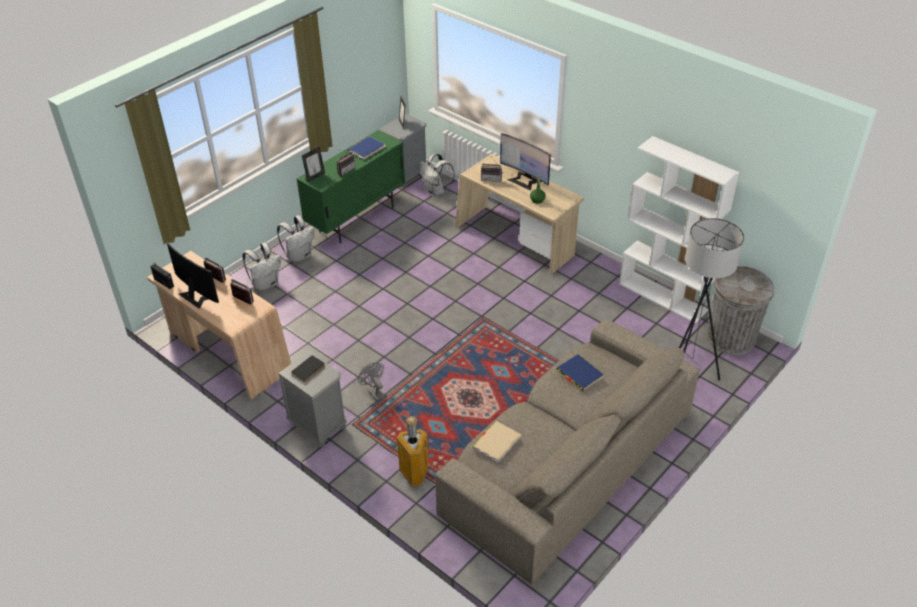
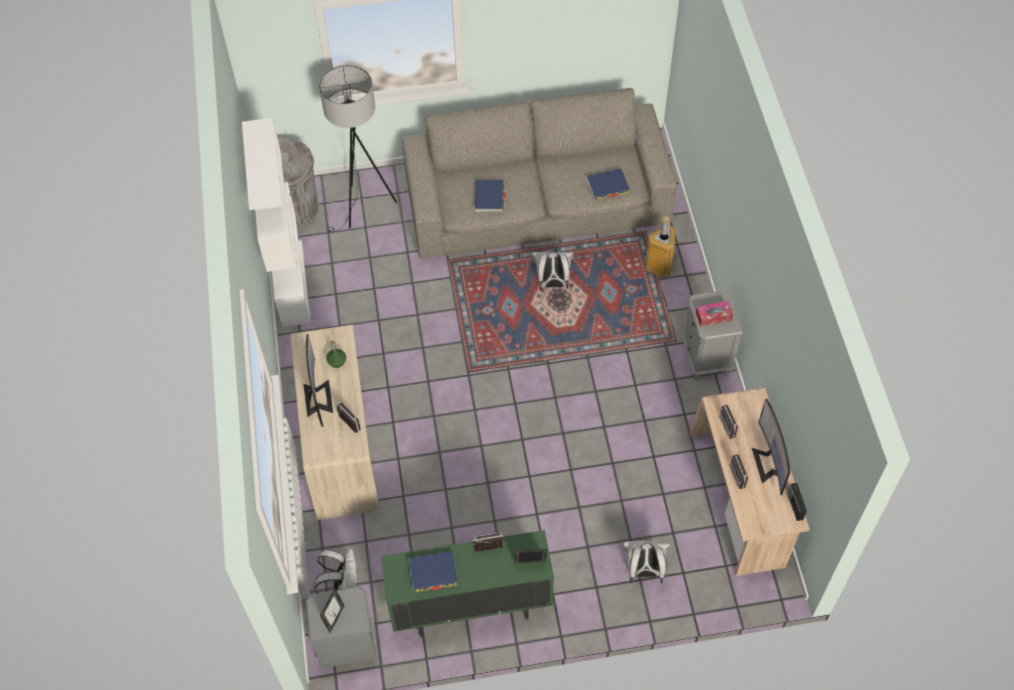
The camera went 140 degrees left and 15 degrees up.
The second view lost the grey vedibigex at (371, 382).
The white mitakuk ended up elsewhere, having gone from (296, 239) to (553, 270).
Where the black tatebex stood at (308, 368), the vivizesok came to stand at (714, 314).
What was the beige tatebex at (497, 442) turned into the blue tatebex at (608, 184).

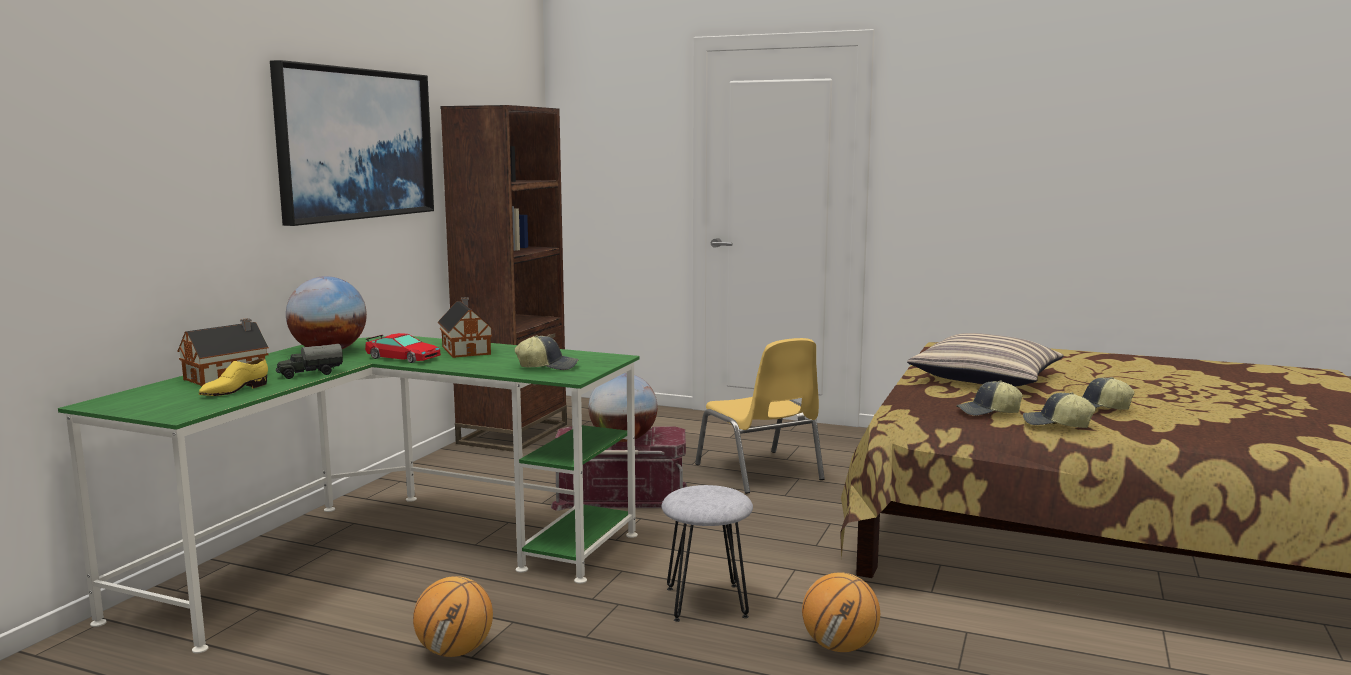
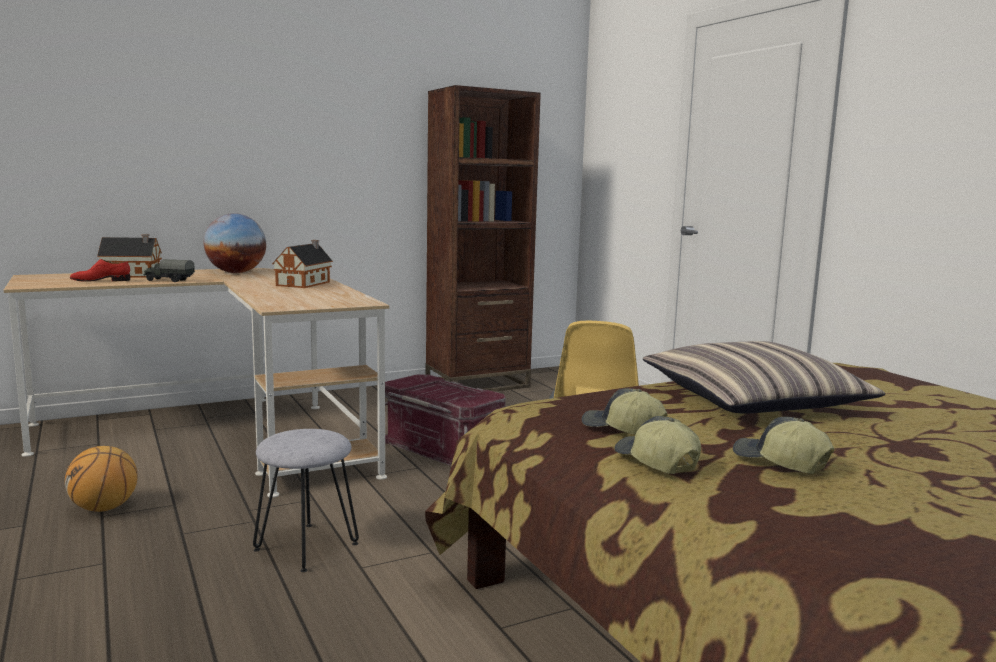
The camera went 40 degrees right and 0 degrees up.
The second view lost the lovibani at (352, 143).
The second view lost the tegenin at (403, 348).
The second view lost the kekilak at (547, 352).
The second view lost the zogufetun at (623, 407).
The second view lost the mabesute at (841, 612).
What was the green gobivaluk at (349, 494) turned into the beige gobivaluk at (196, 383).
What was the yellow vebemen at (233, 377) turned into the red vebemen at (100, 270).

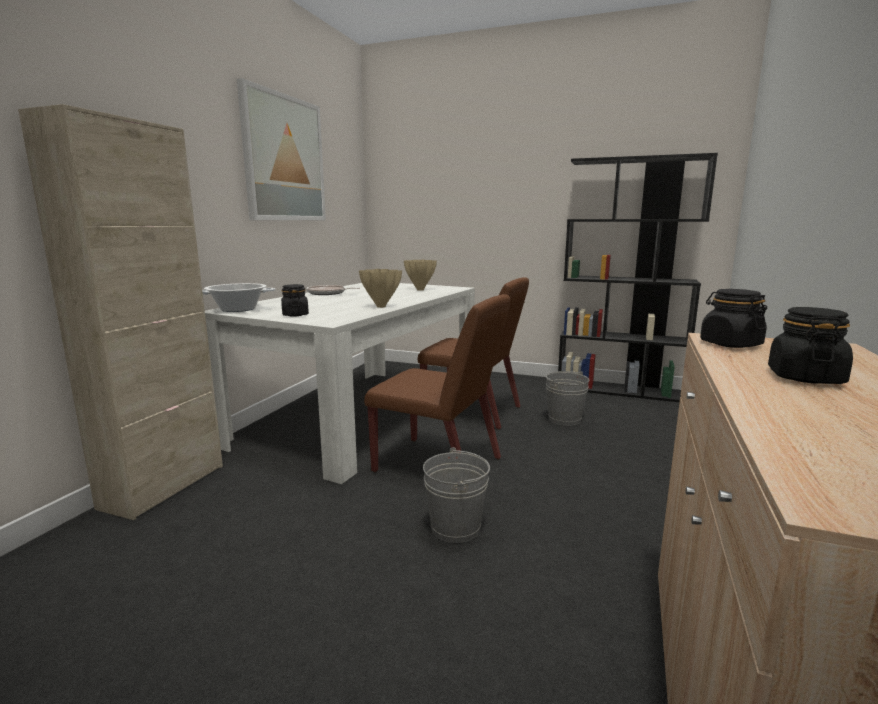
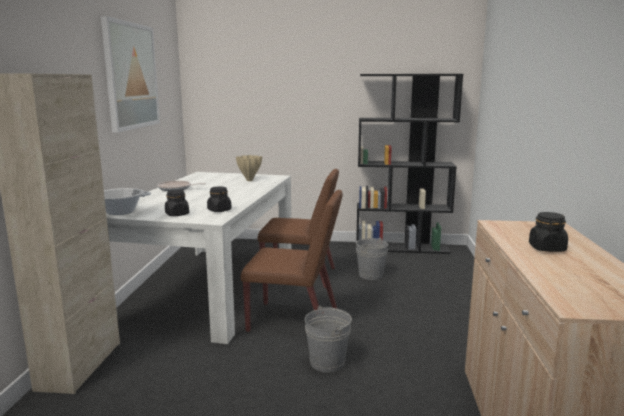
The camera went 15 degrees left and 0 degrees up.
The second view lost the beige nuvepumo at (380, 288).
The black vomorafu ended up elsewhere, having gone from (733, 318) to (219, 199).

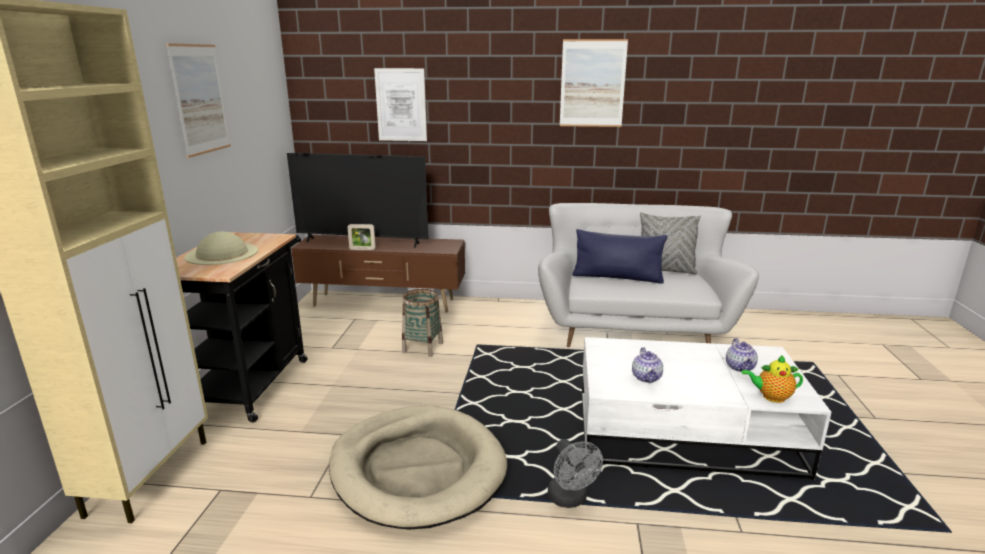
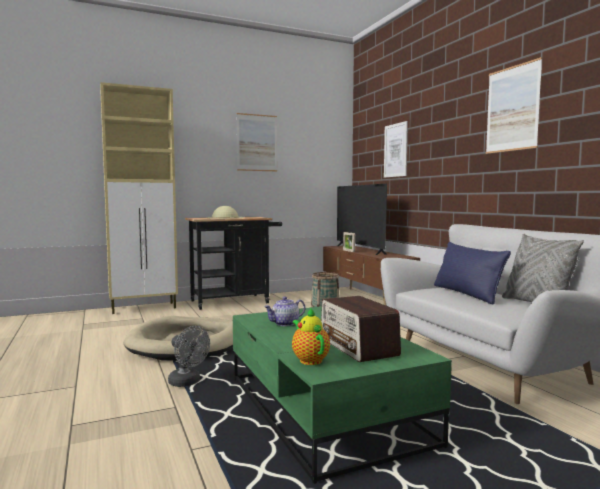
The camera went 60 degrees right and 15 degrees down.
Where the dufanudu stood at (742, 355), the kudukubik came to stand at (361, 329).
What was the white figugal at (707, 408) turned into the green figugal at (342, 395).
The grey vedibigex at (575, 473) ended up facing another way, 90 degrees counterclockwise from before.

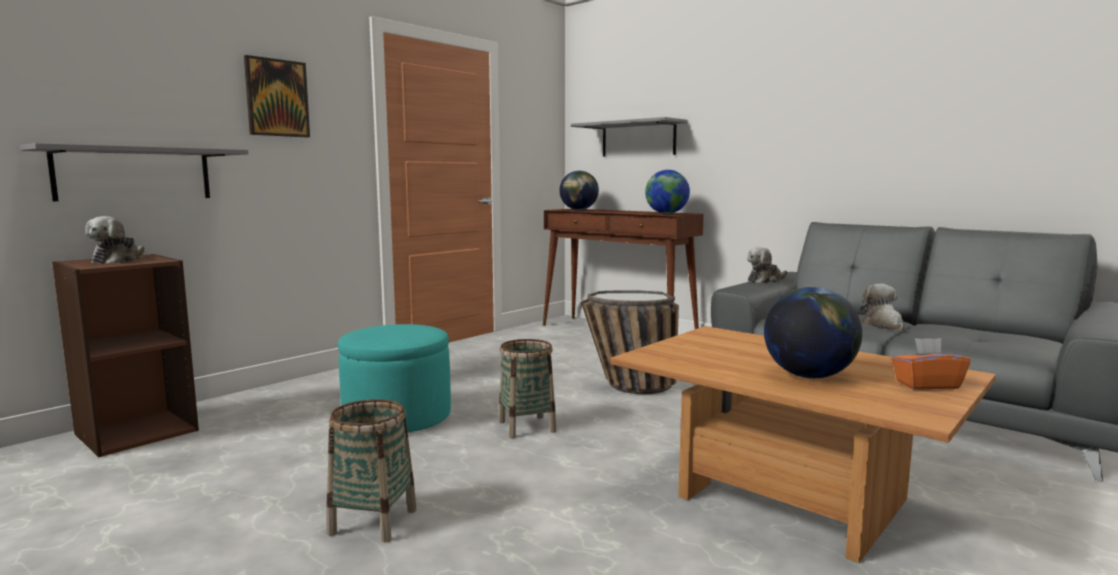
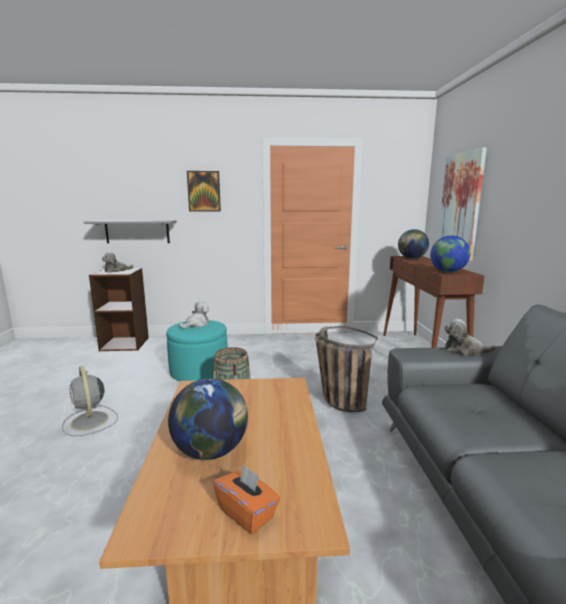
The camera went 45 degrees right and 5 degrees up.
The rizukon ended up elsewhere, having gone from (882, 308) to (194, 314).
Where the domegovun stood at (371, 471), the grey vedibigex came to stand at (90, 401).
Where the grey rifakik hung at (629, 137), the lovibani came to hang at (462, 204).

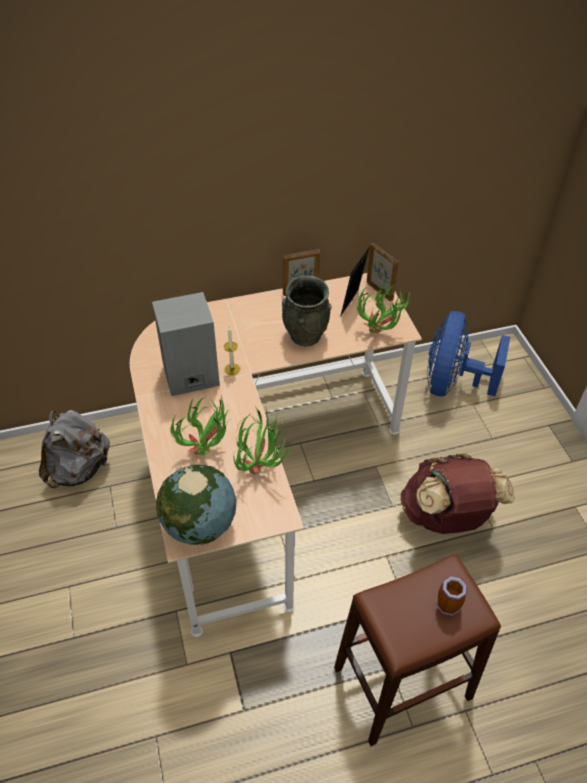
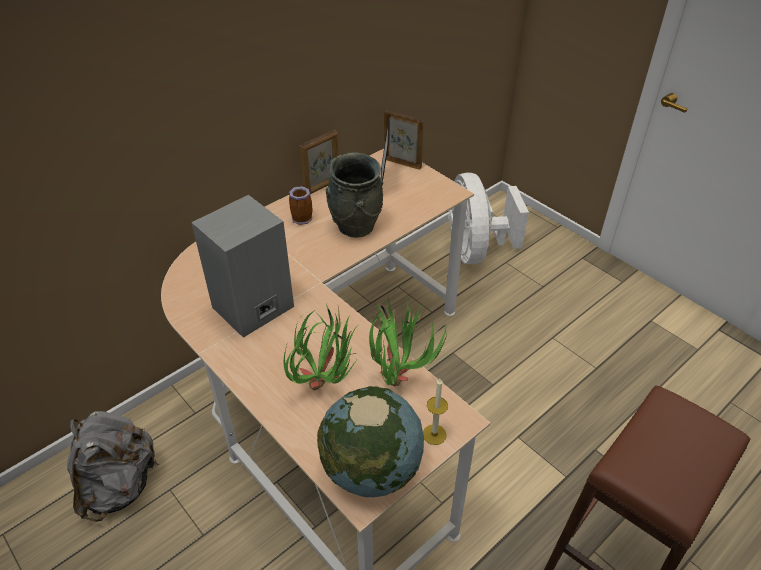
The camera went 25 degrees left and 5 degrees down.
The second view lost the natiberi at (384, 306).
The second view lost the brown mitakuk at (458, 494).
The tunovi ended up elsewhere, having gone from (232, 351) to (435, 412).
The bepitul ended up elsewhere, having gone from (452, 596) to (301, 205).
What was the blue vedibigex at (468, 354) turned into the white vedibigex at (488, 218).

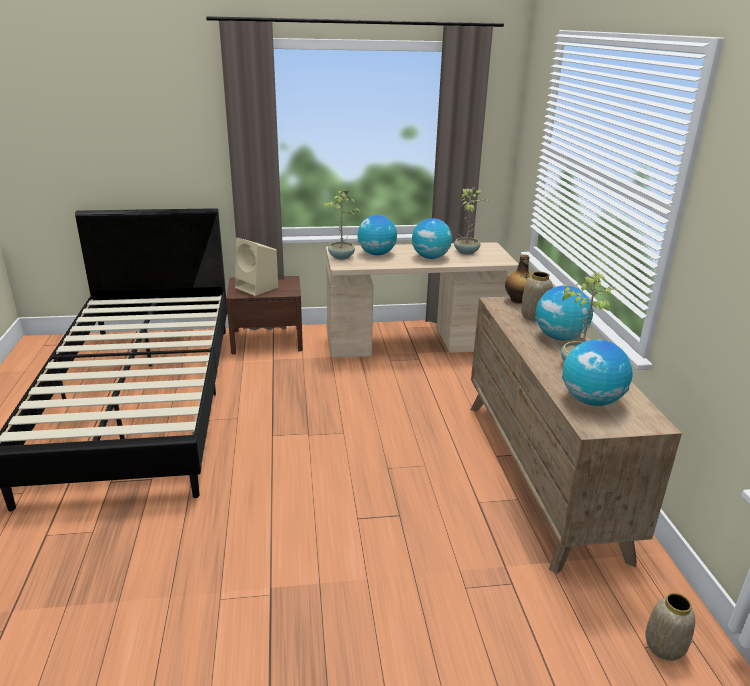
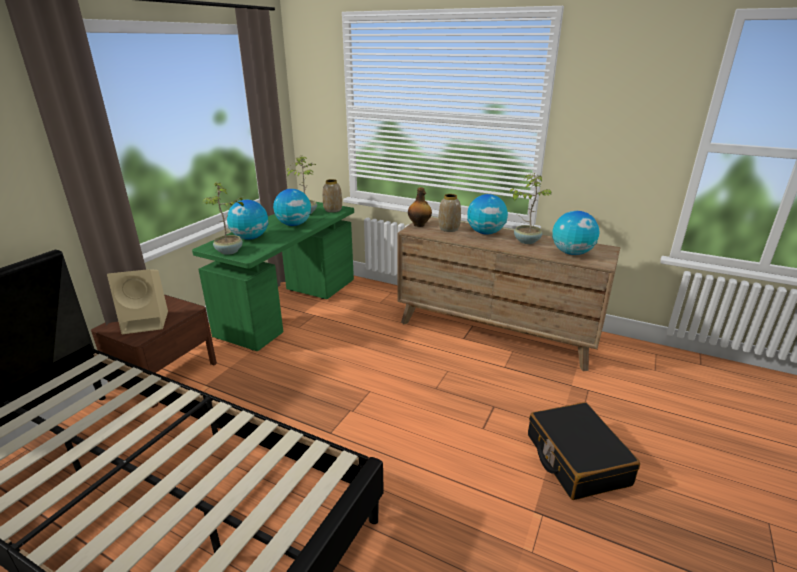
The camera went 55 degrees left and 0 degrees up.
The second view gained the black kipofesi at (584, 451).
The nuvepumo ended up elsewhere, having gone from (670, 627) to (332, 196).
What was the beige gobivaluk at (422, 300) turned into the green gobivaluk at (273, 276).

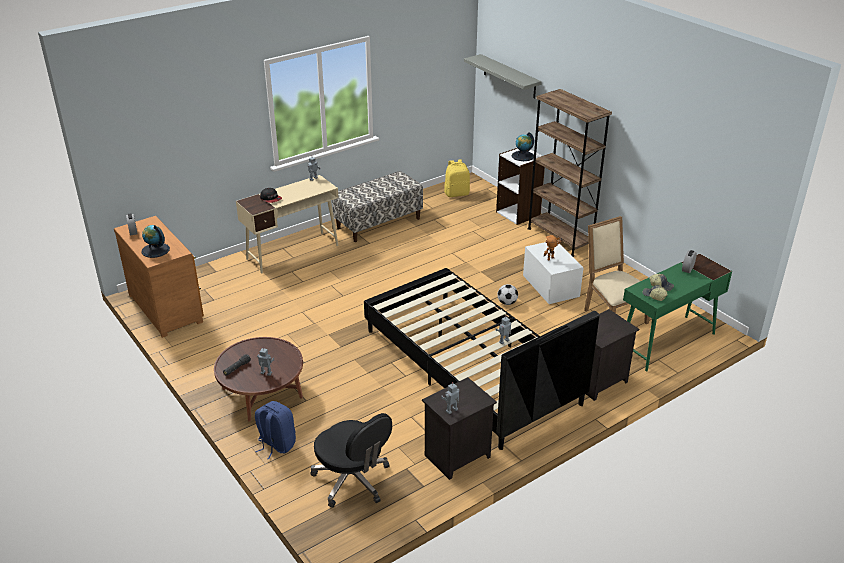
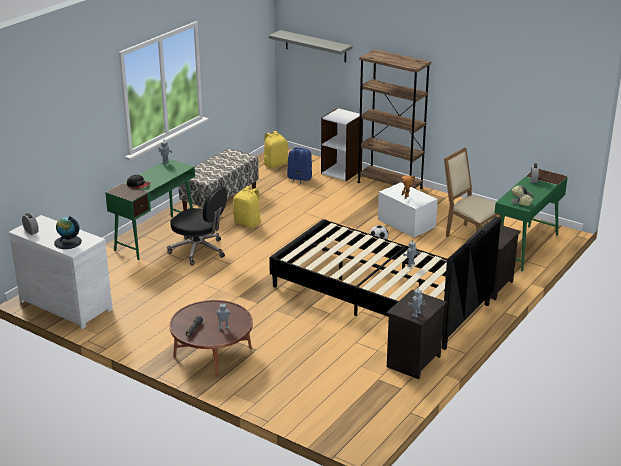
The camera went 20 degrees left and 5 degrees down.
The second view lost the zogufetun at (523, 146).
The second view gained the yellow mitakuk at (247, 207).
The blue mitakuk ended up elsewhere, having gone from (275, 430) to (299, 165).
The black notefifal ended up elsewhere, having gone from (351, 460) to (197, 225).
What was the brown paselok at (159, 277) turned into the white paselok at (60, 272).
What was the beige gobivaluk at (287, 224) turned into the green gobivaluk at (150, 209).

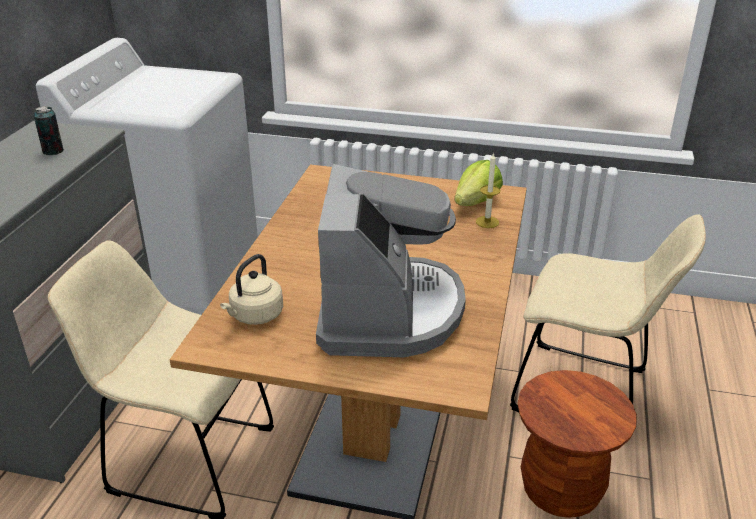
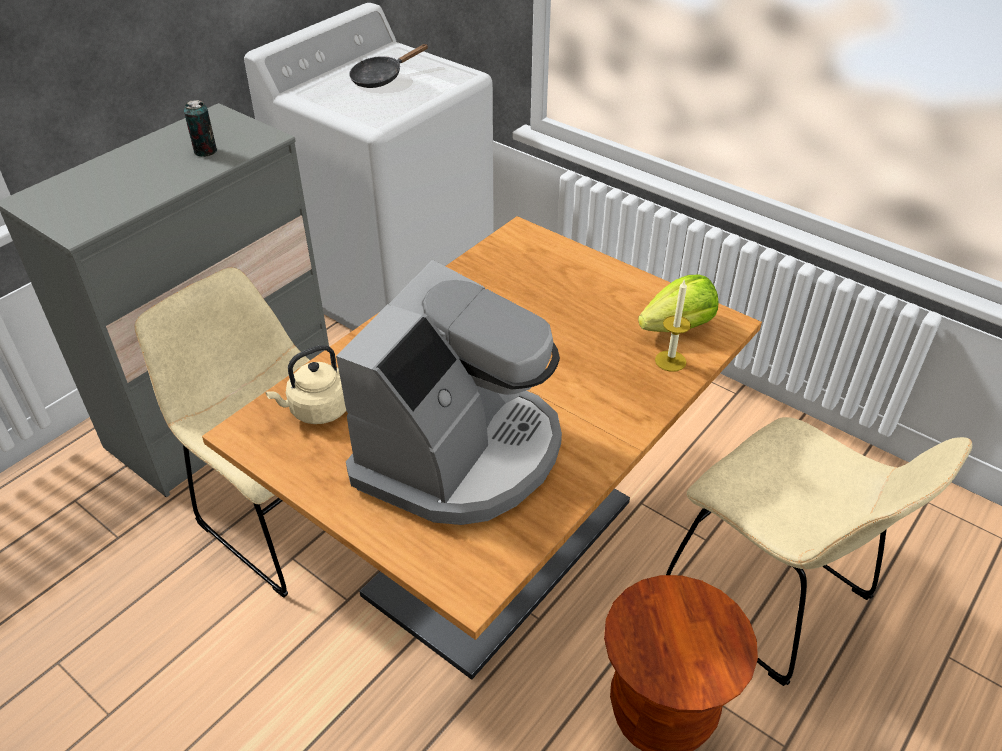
The camera went 25 degrees right and 10 degrees up.
The second view gained the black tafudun at (388, 66).

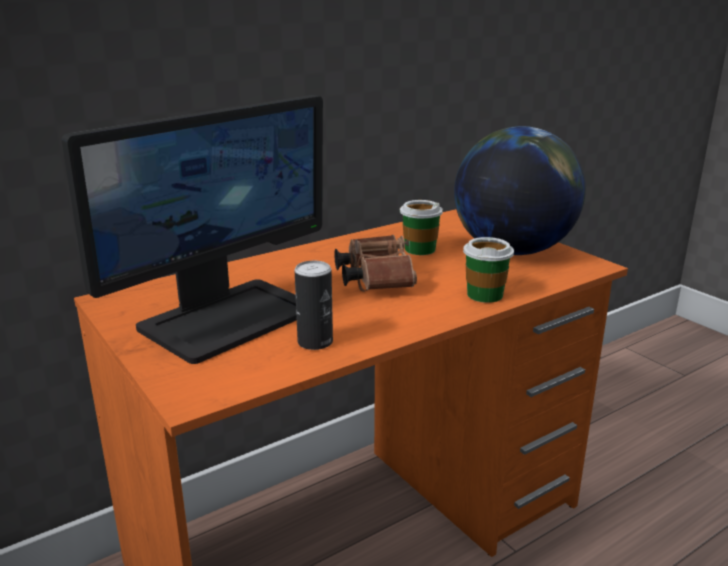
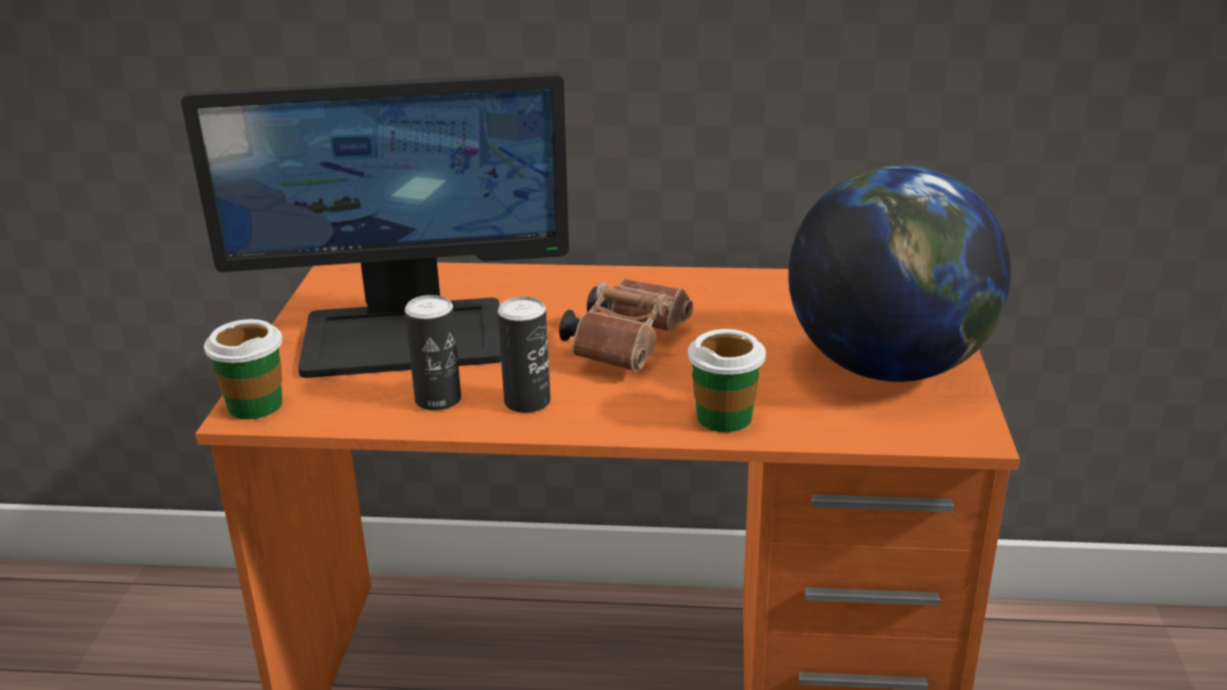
The camera went 40 degrees right and 5 degrees up.
The second view gained the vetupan at (524, 355).
The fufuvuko ended up elsewhere, having gone from (421, 227) to (243, 369).

